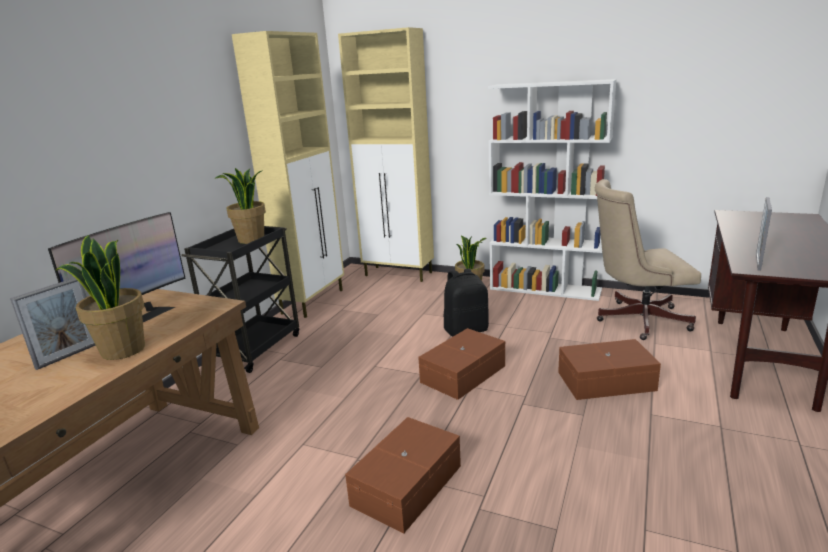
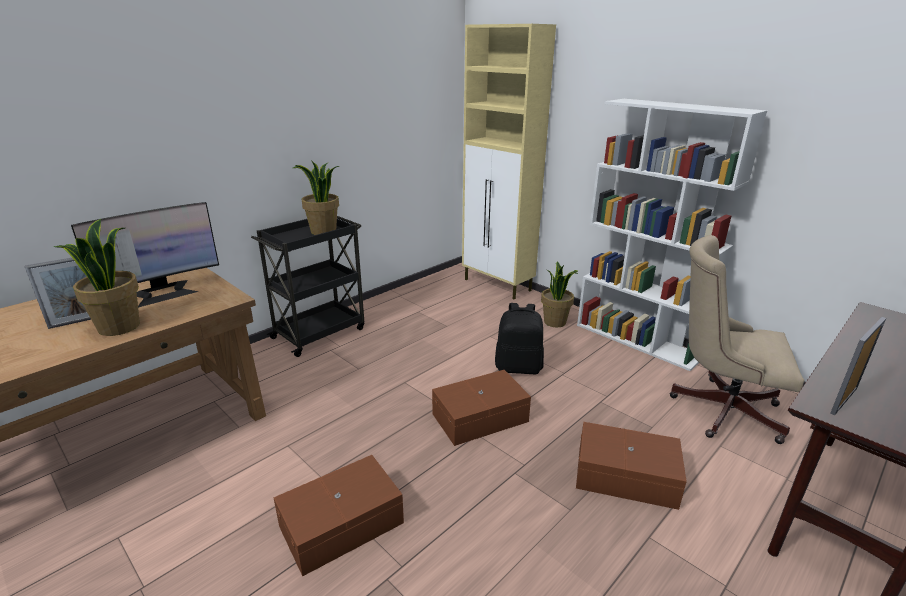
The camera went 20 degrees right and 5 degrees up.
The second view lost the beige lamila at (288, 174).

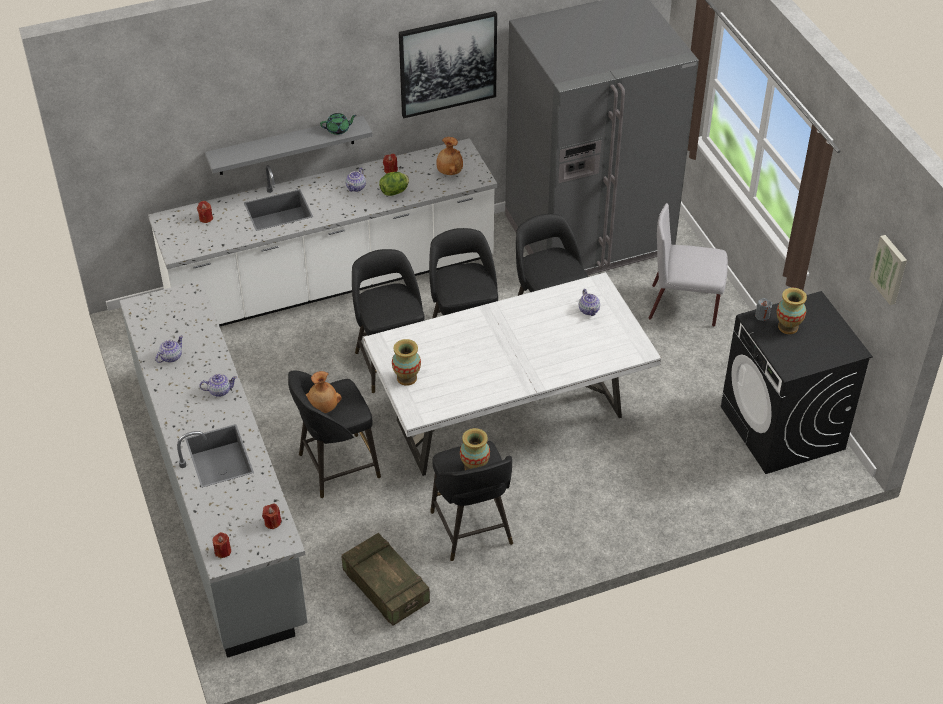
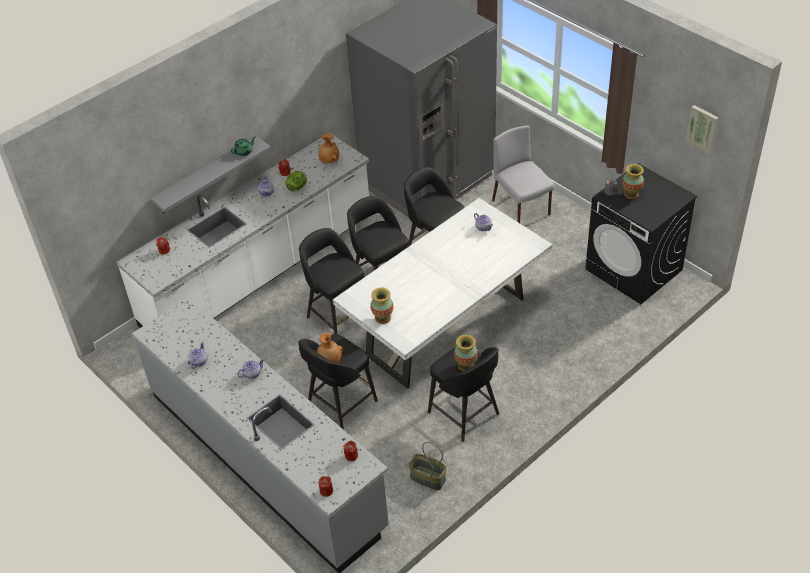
The camera went 20 degrees left and 0 degrees up.
The second view lost the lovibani at (448, 64).
Where the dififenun stood at (385, 579), the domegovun came to stand at (427, 466).
The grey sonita at (688, 265) ended up facing another way, 75 degrees clockwise from before.

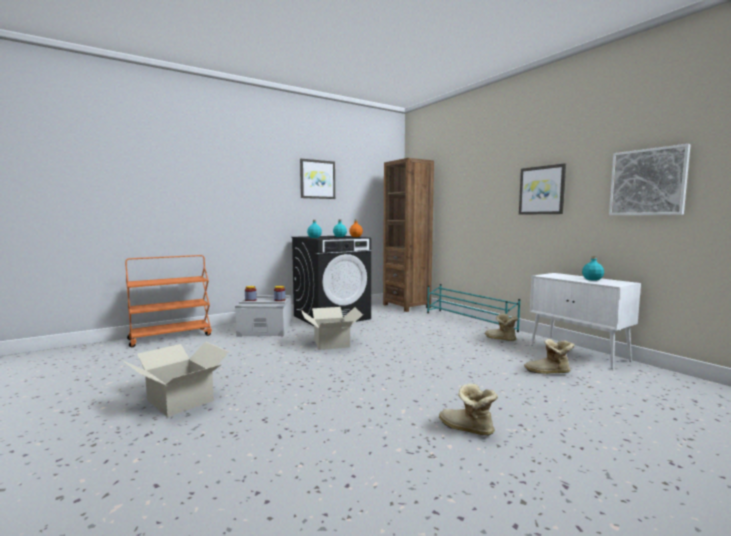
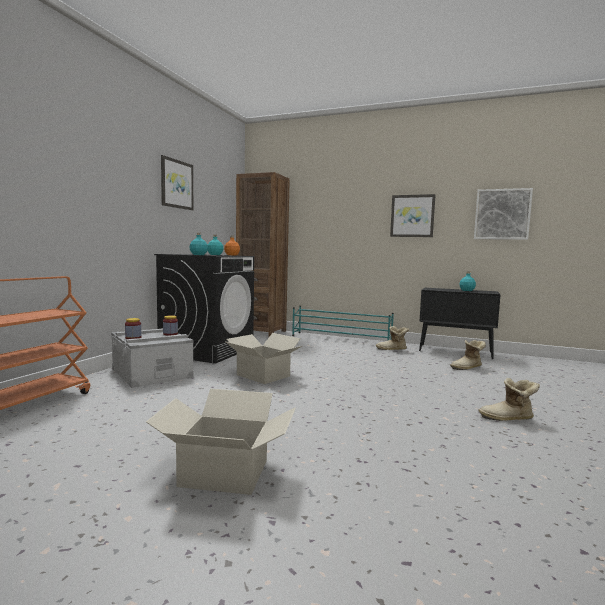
The camera went 35 degrees left and 0 degrees up.
What was the white lamila at (585, 321) turned into the black lamila at (460, 323).

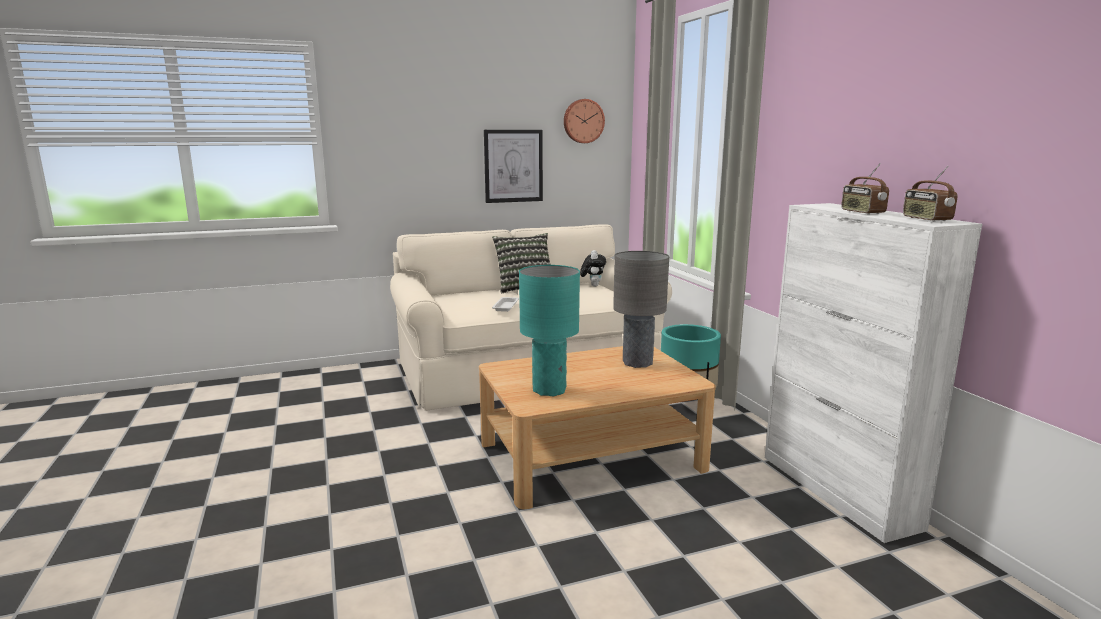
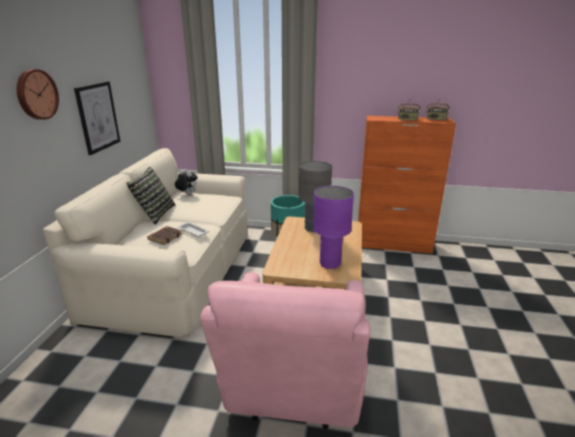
The camera went 60 degrees left and 10 degrees up.
The second view gained the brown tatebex at (164, 235).
The second view gained the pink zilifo at (285, 350).
The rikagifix ended up elsewhere, having gone from (584, 121) to (38, 94).
What was the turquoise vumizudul at (549, 331) turned into the purple vumizudul at (333, 227).
What was the white lamila at (873, 373) turned into the orange lamila at (407, 185).

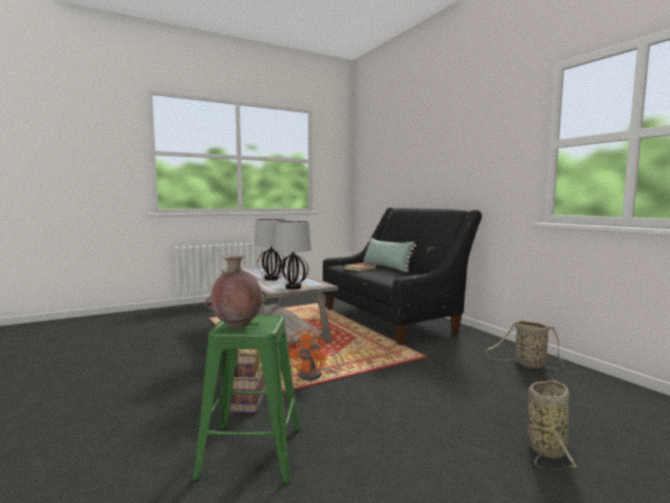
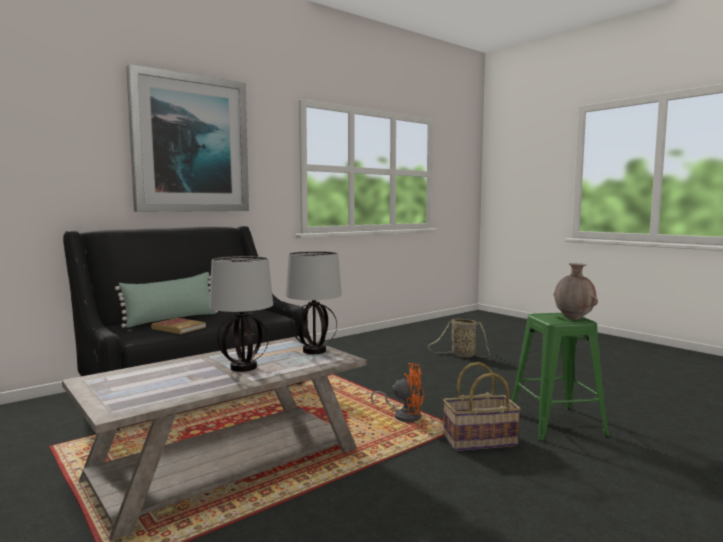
The camera went 100 degrees left and 0 degrees up.
The second view lost the domegovun at (524, 345).
The second view gained the lovibani at (187, 138).

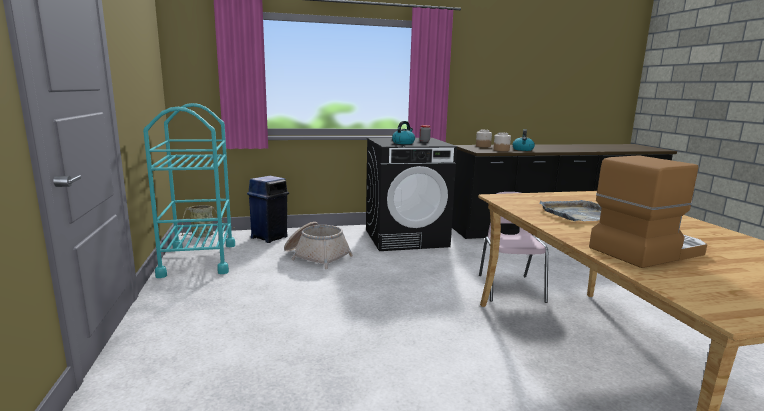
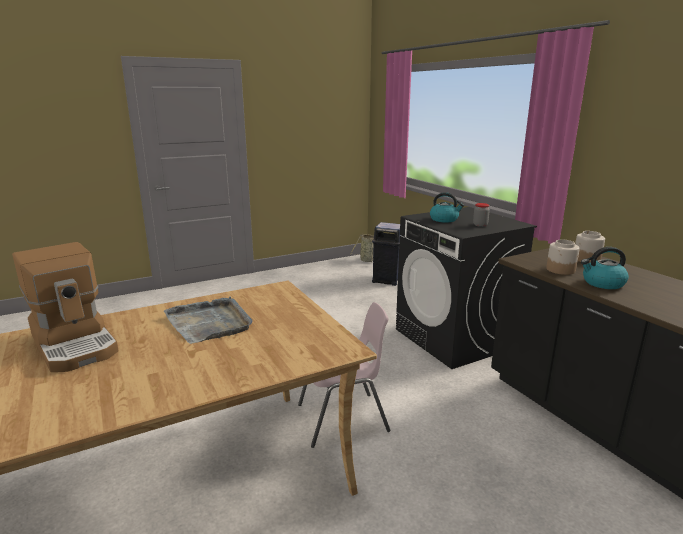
The camera went 75 degrees right and 5 degrees up.
The second view lost the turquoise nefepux at (189, 190).
The second view lost the domegovun at (318, 245).

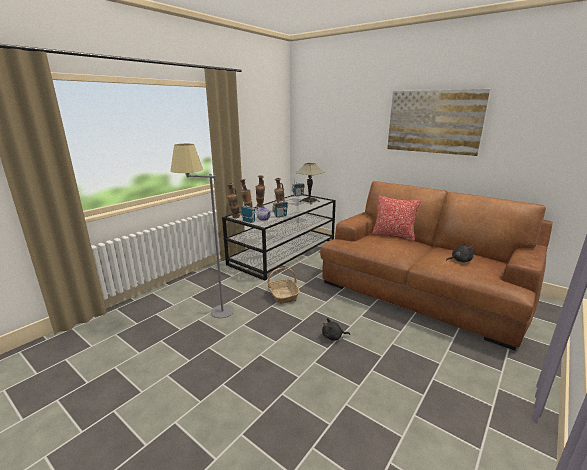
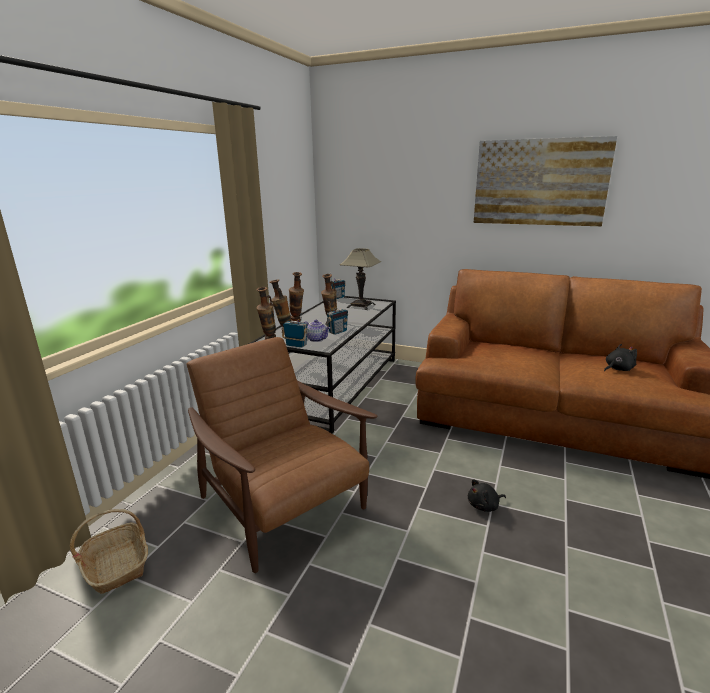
The camera went 15 degrees left and 0 degrees up.
The second view lost the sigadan at (397, 218).
The domegovun ended up elsewhere, having gone from (283, 286) to (109, 551).
Where the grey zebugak stood at (202, 231), the brown zilifo came to stand at (282, 455).

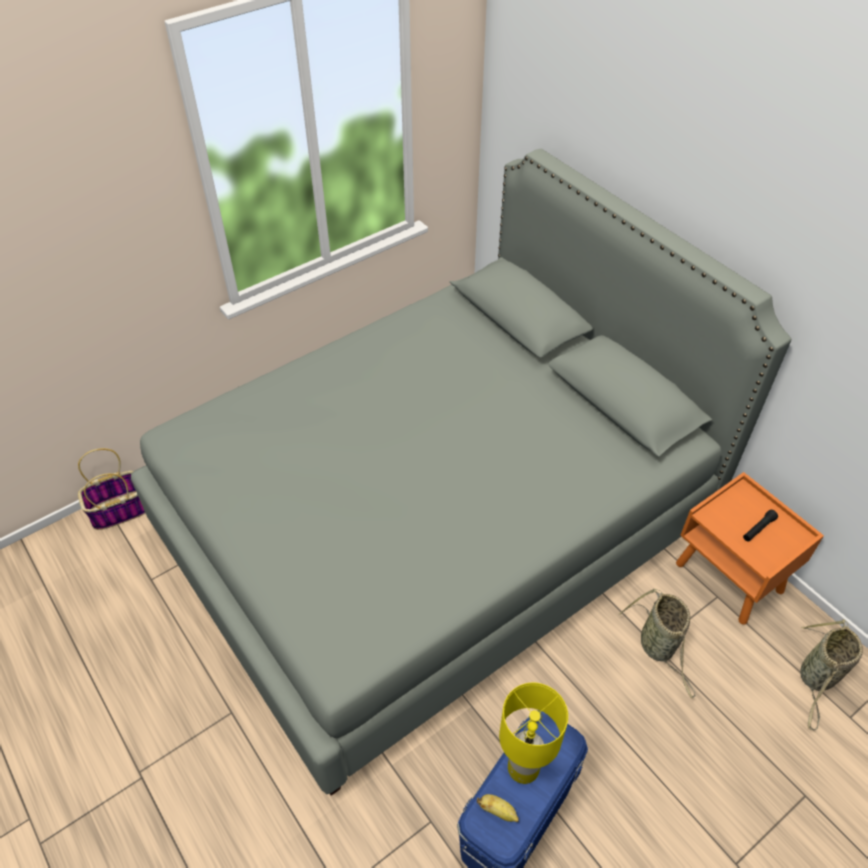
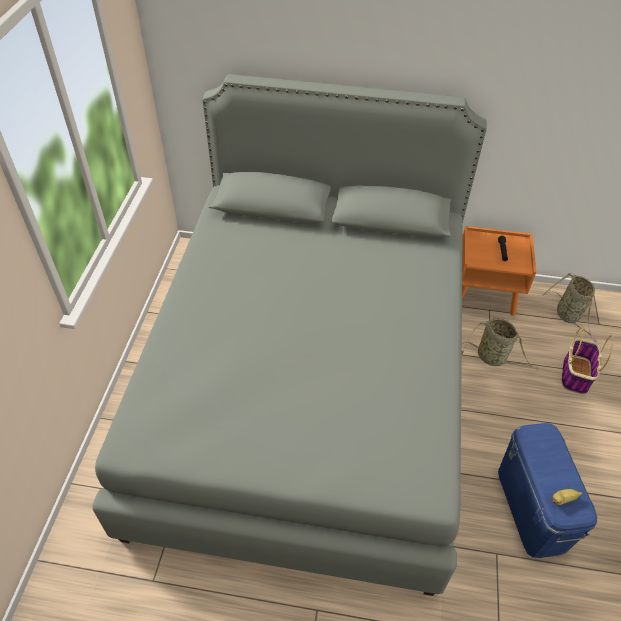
The camera went 45 degrees left and 0 degrees up.
The second view lost the yellow vumizudul at (533, 733).
The domegovun ended up elsewhere, having gone from (112, 489) to (588, 360).

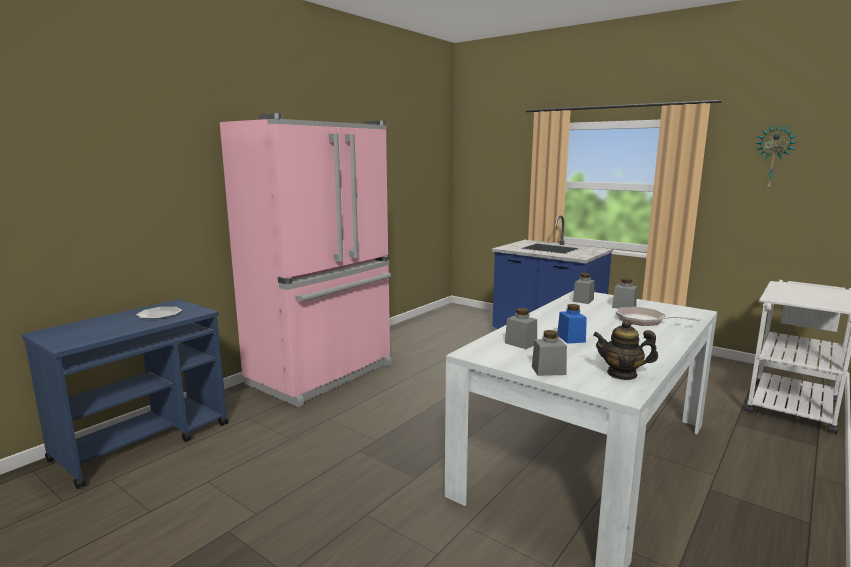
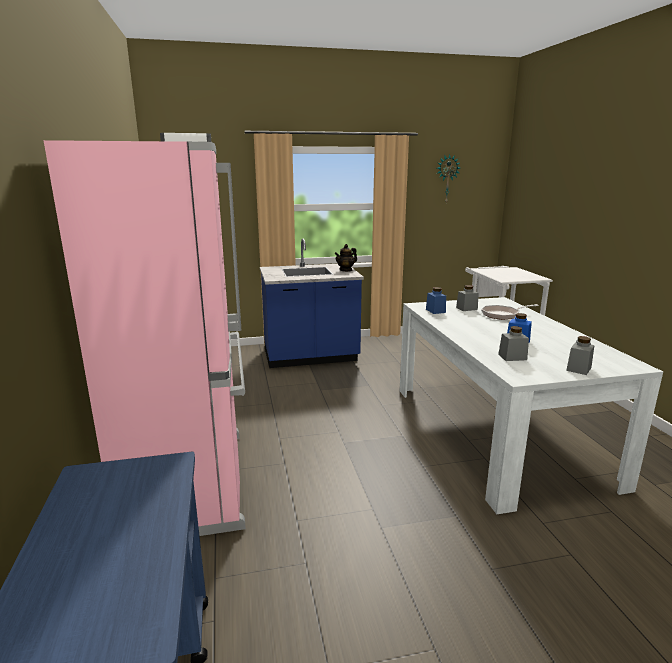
The camera went 50 degrees left and 5 degrees up.
The second view lost the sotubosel at (159, 313).
The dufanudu ended up elsewhere, having gone from (625, 350) to (346, 258).
What was the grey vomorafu at (584, 288) turned into the blue vomorafu at (436, 300).

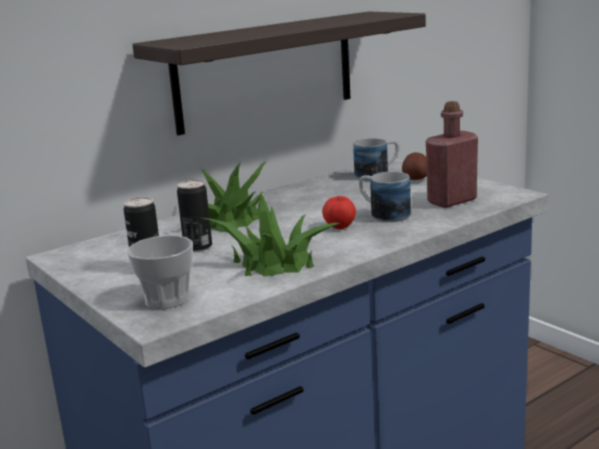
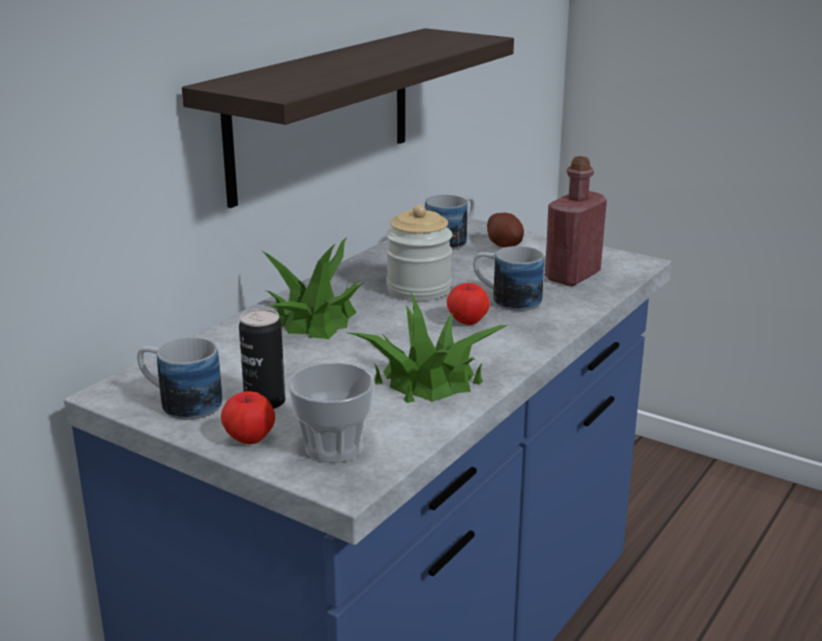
The camera went 20 degrees left and 5 degrees up.
The second view lost the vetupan at (194, 216).
The second view gained the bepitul at (179, 378).
The second view gained the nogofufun at (248, 417).
The second view gained the vomorafu at (419, 253).

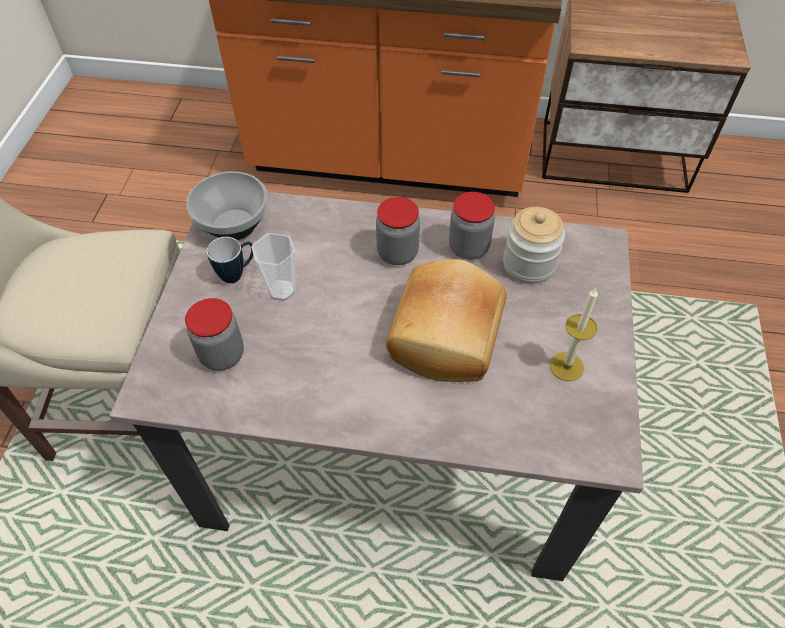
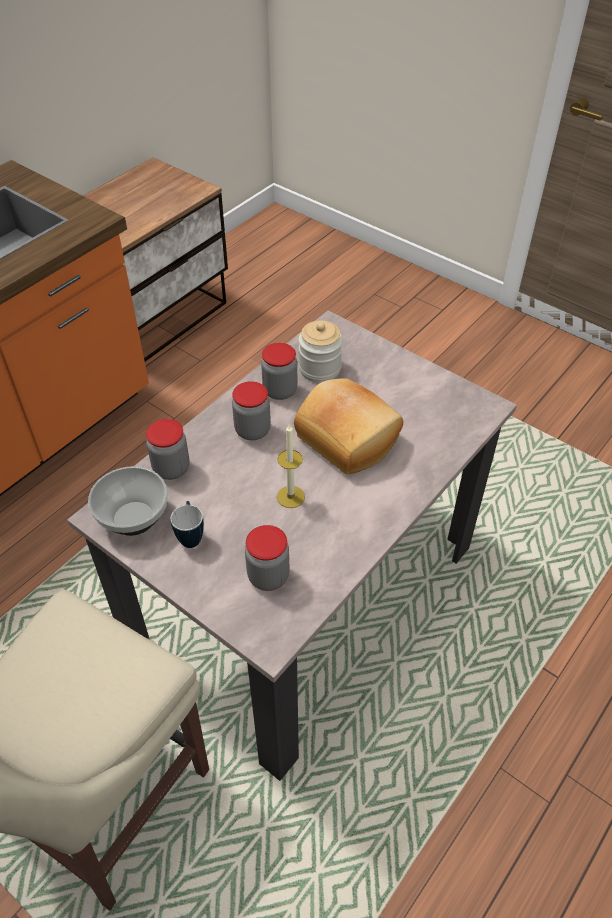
The camera went 60 degrees left and 5 degrees down.
The second view lost the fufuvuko at (273, 267).
The second view gained the vomorafu at (167, 449).
The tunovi ended up elsewhere, having gone from (574, 334) to (291, 465).

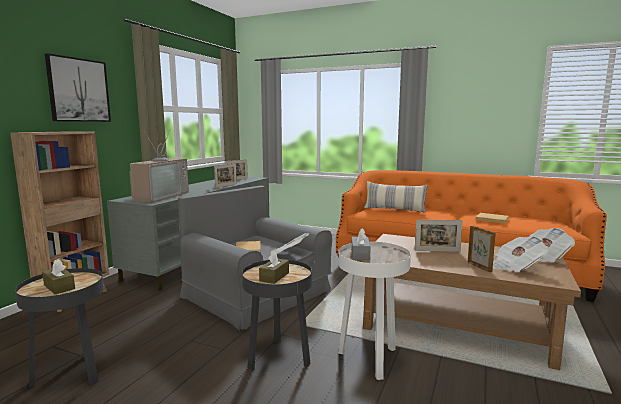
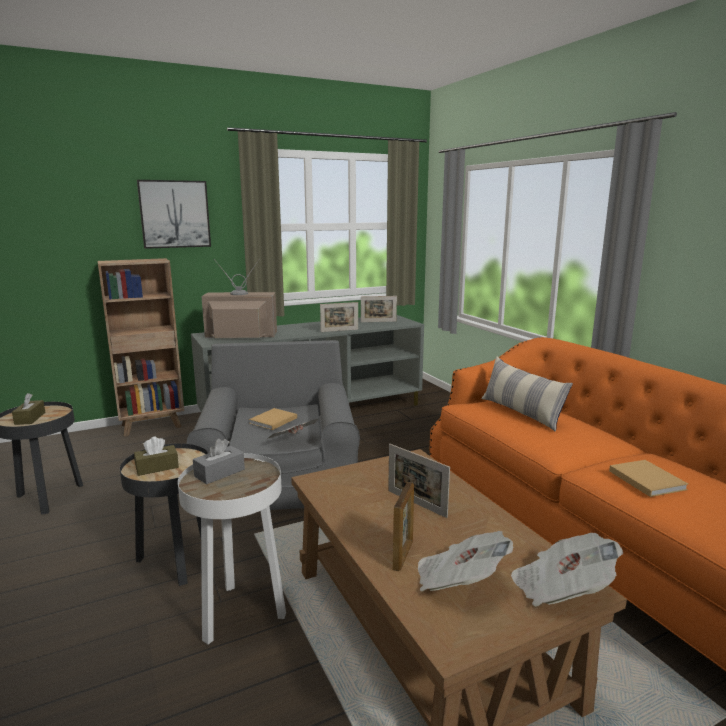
The camera went 40 degrees right and 5 degrees up.
The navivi at (159, 167) ended up facing another way, 150 degrees counterclockwise from before.

